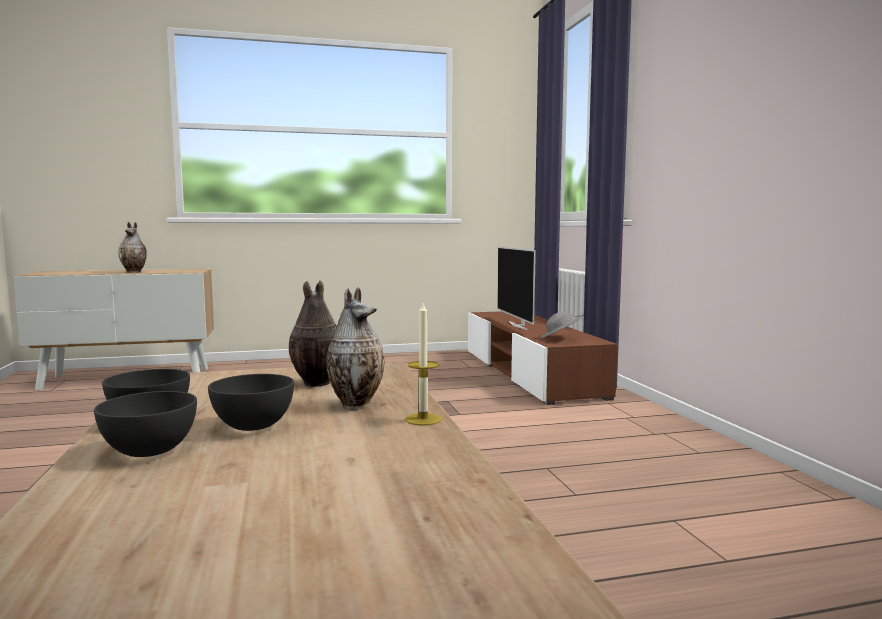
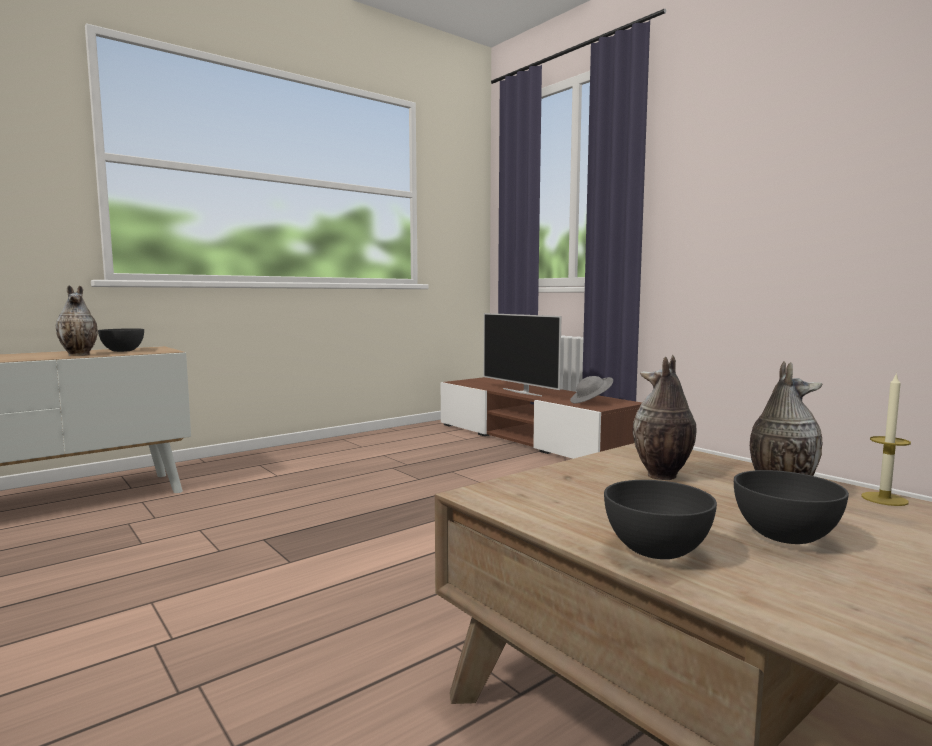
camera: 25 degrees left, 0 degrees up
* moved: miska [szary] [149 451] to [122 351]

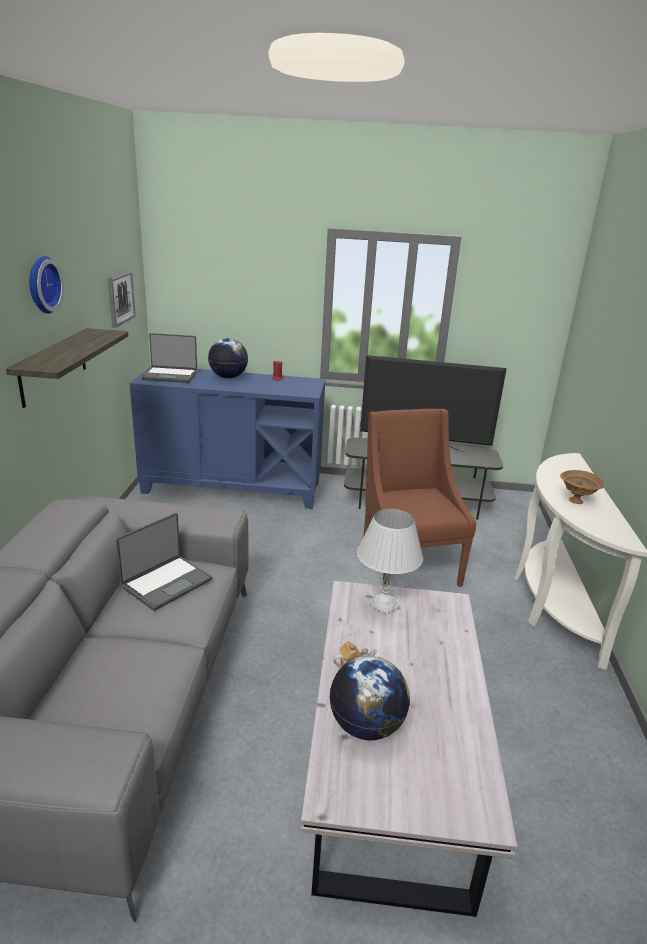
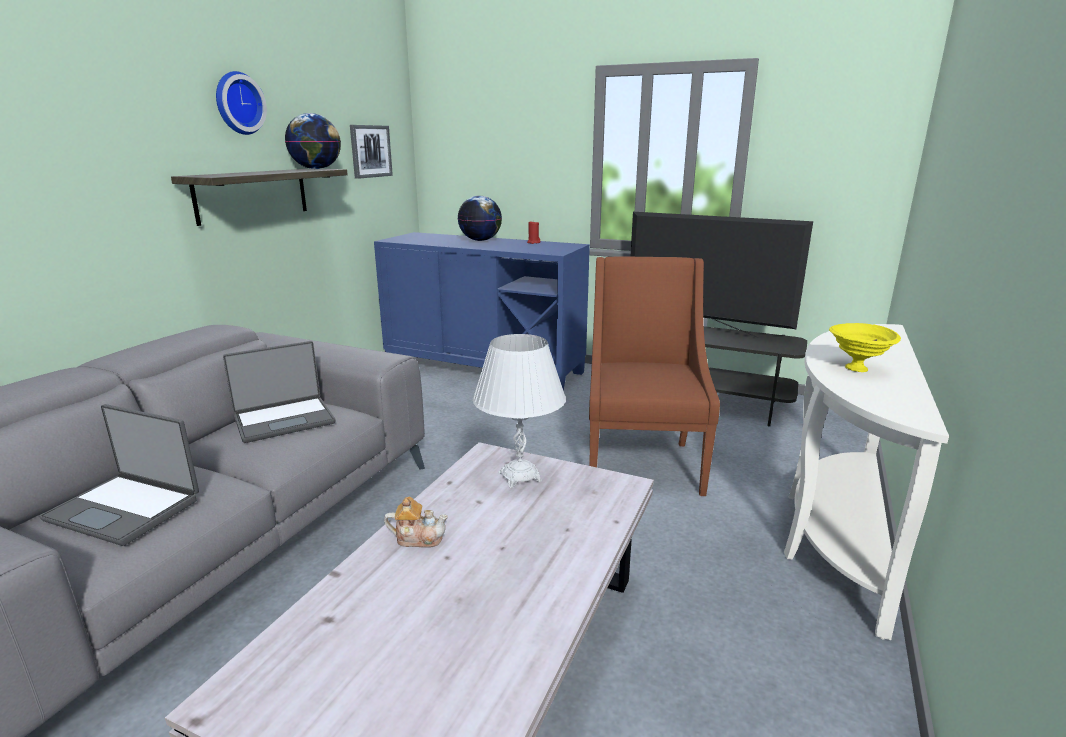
camera: 20 degrees right, 5 degrees down
* moved: laptop [170 376] to [126 508]
* moved: globus [366 726] to [316 169]
* recoloured: miska [brązowy] [577 501] to miska [żółty] [858 369]

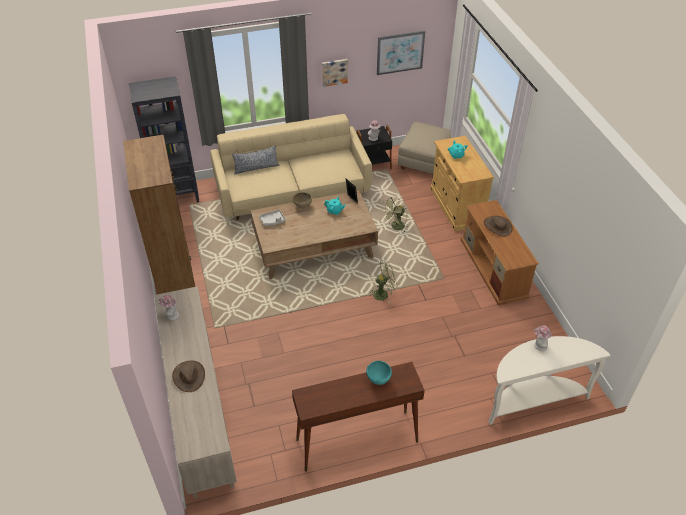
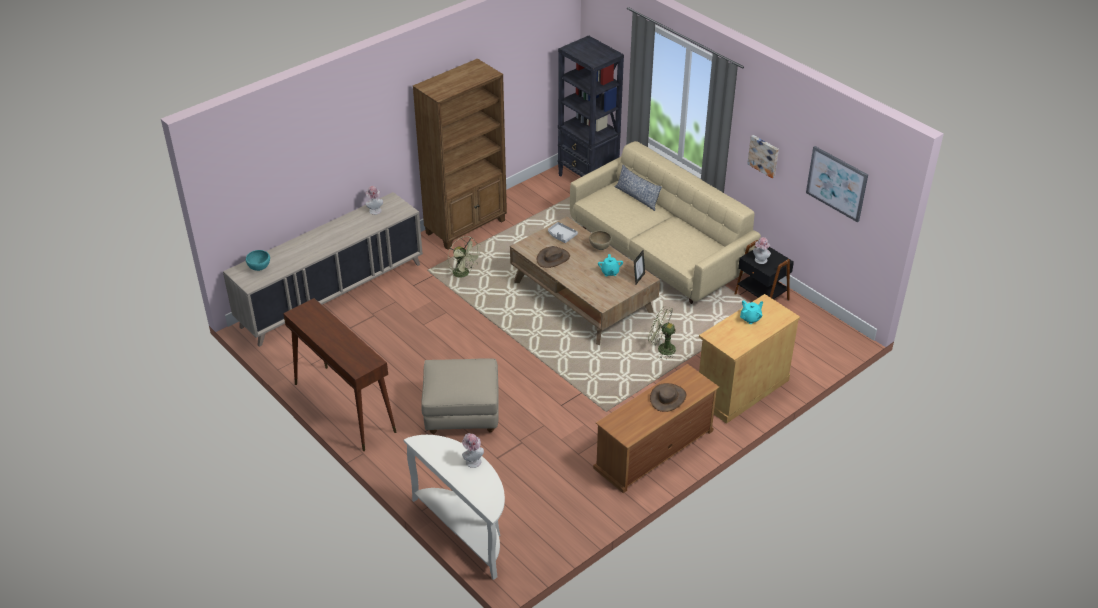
camera: 65 degrees right, 5 degrees down
* moved: miska [turkusowy] [378 379] to [259 268]
* moved: pufa [beżowy] [424 163] to [461 414]
* moved: wentylator [zielony] [383 293] to [464 274]
* moved: kapelusz [brązowy] [189 376] to [553 258]

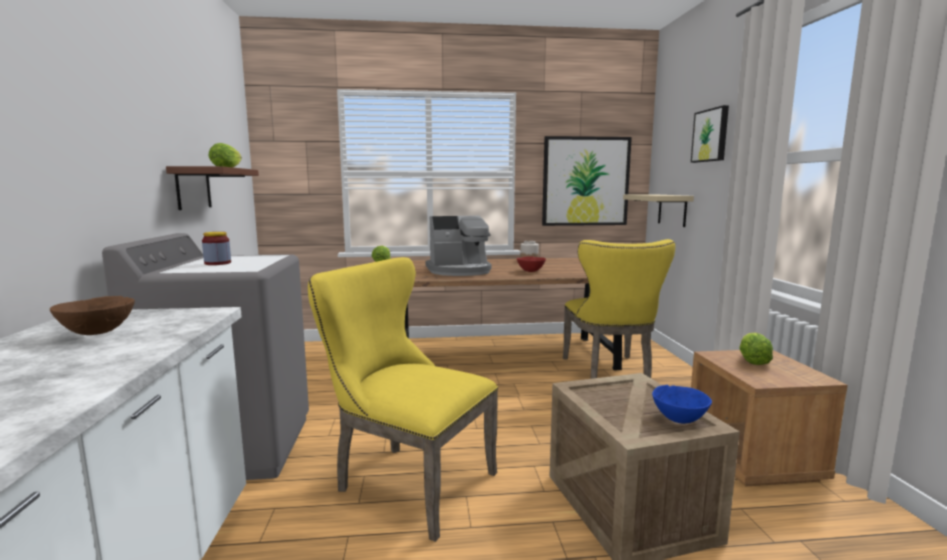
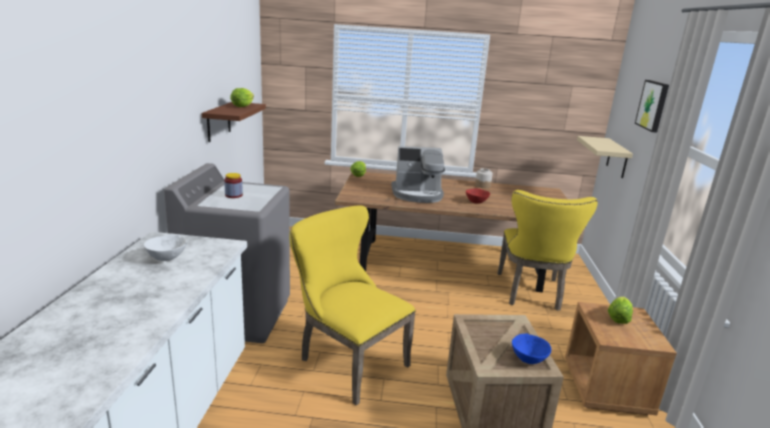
camera: 10 degrees right, 10 degrees up
* recoloured: miska [brązowy] [98 333] to miska [biały] [167 259]
* removed: obraz [585 181]

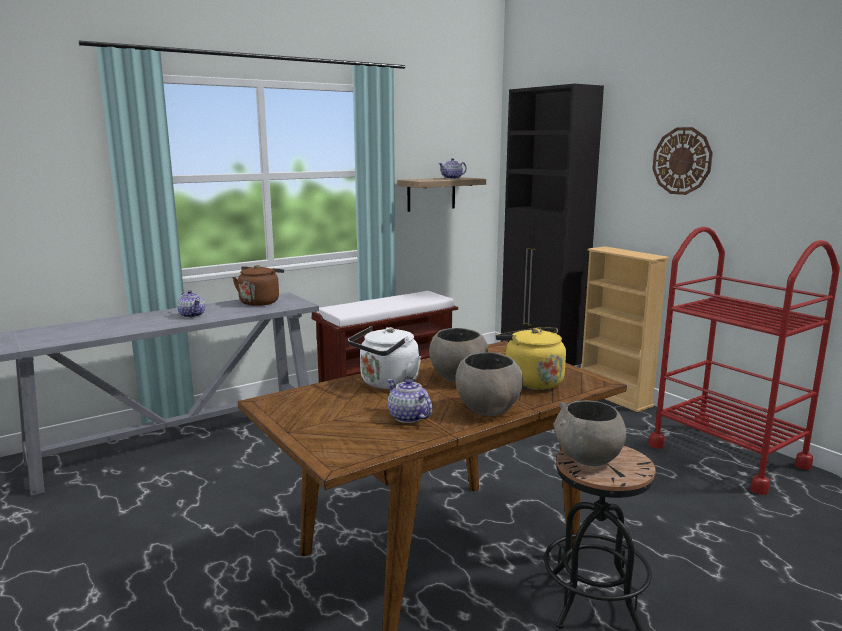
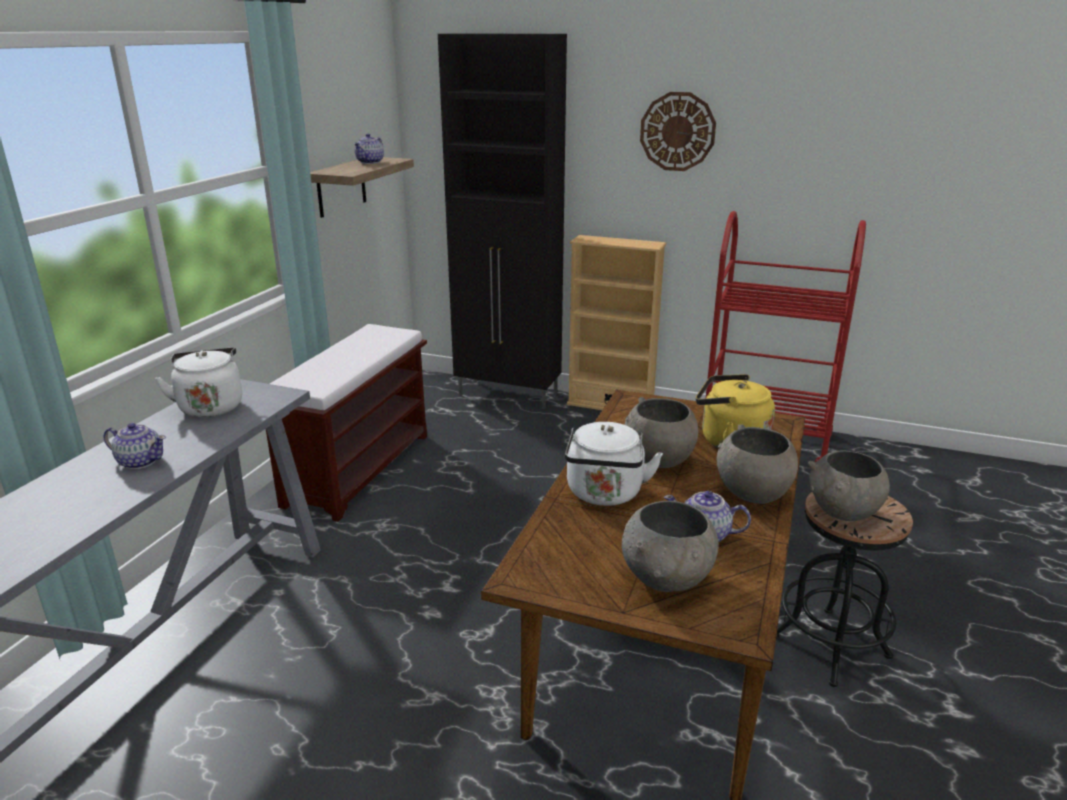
camera: 35 degrees left, 10 degrees up
* recoloured: czajnik [brązowy] [260 302] to czajnik [biały] [210 406]
* added: miska [szary] [667 579]

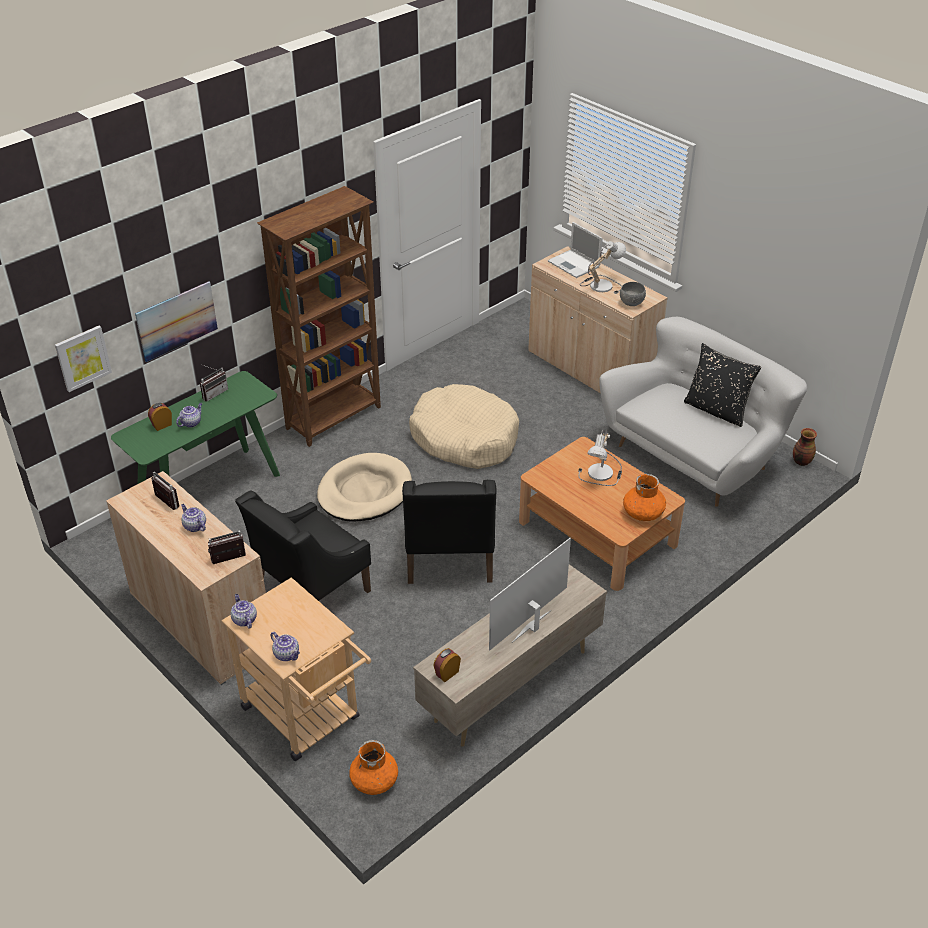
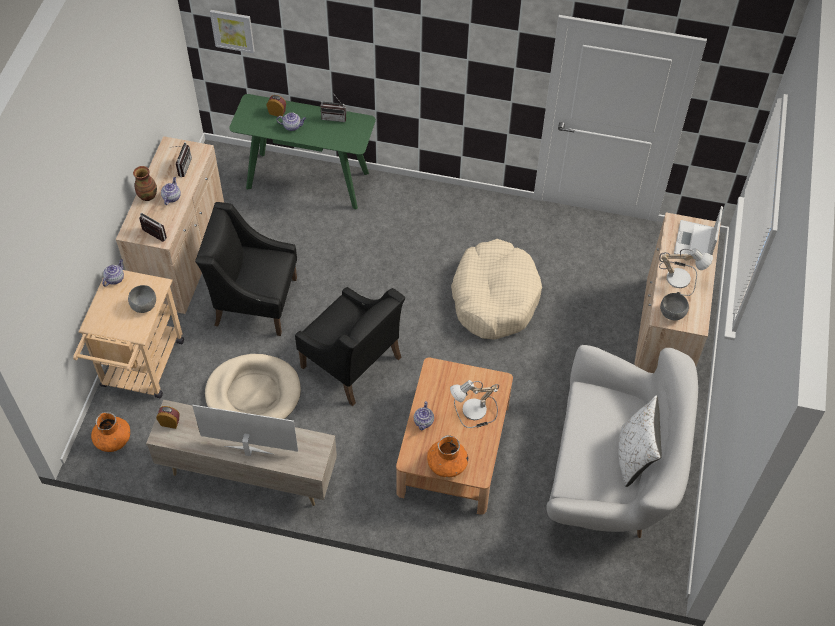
camera: 55 degrees right, 15 degrees up
* added: miska [szary] [144 305]
* moved: wazon [801 461] to [147 195]
* moved: legowisko [beżowy] [364 491] to [253 393]
* turned: fotel [czarny] [449 556] = [351 363] 105 degrees counterclockwise
* moved: imbryk [287 654] to [423 422]
* recoloured: poduszka [czarny] [716 410] to poduszka [biały] [634 456]
* removed: obraz [177 321]
* removed: regał [brązowy] [335 418]

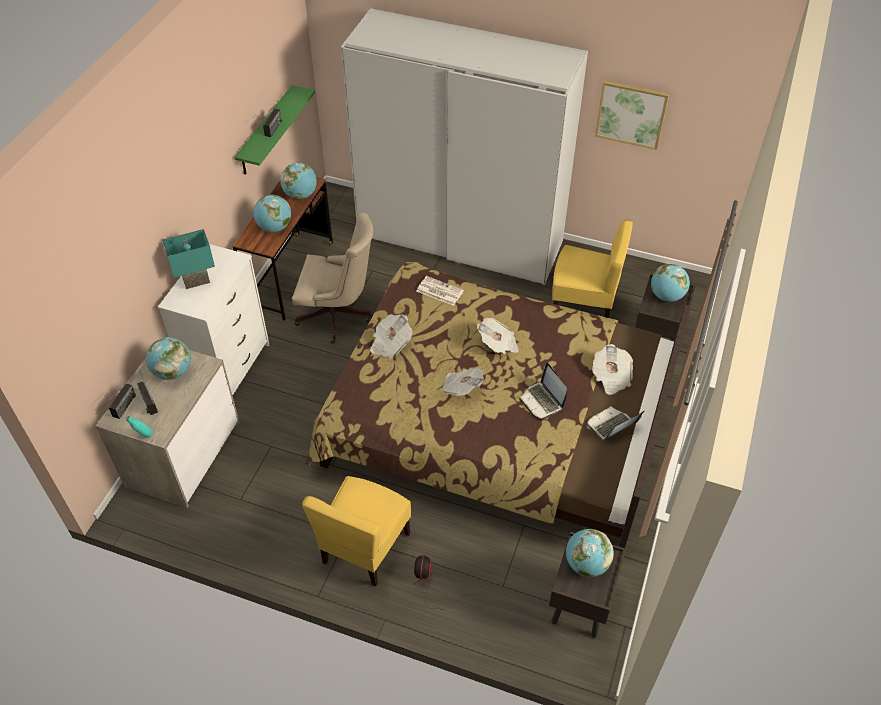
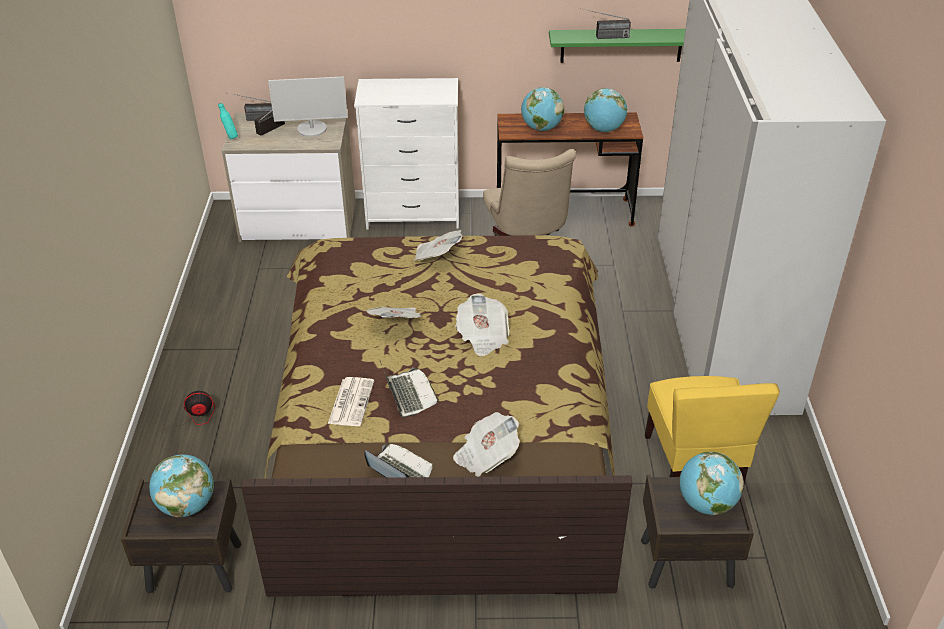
camera: 70 degrees right, 10 degrees down
* replaced: globus [173 372] to monitor [312 129]
* moved: gazeta [439 291] to [351 401]
* turned: laptop [542 401] = [408 394] 120 degrees clockwise
* removed: lampa stołowa [turkusowy] [196 282]
* removed: krzesło [żółty] [364 548]
* removed: obraz [631 114]

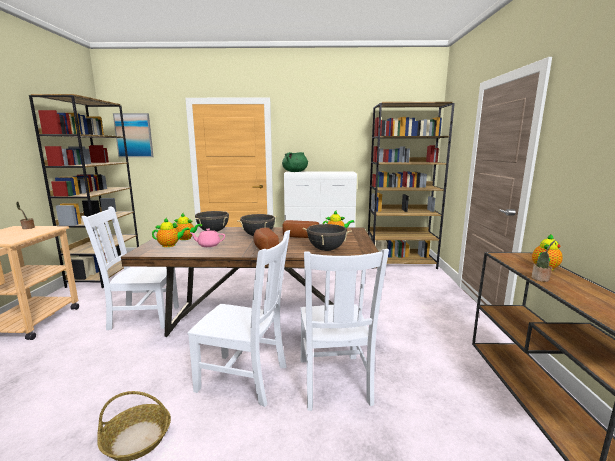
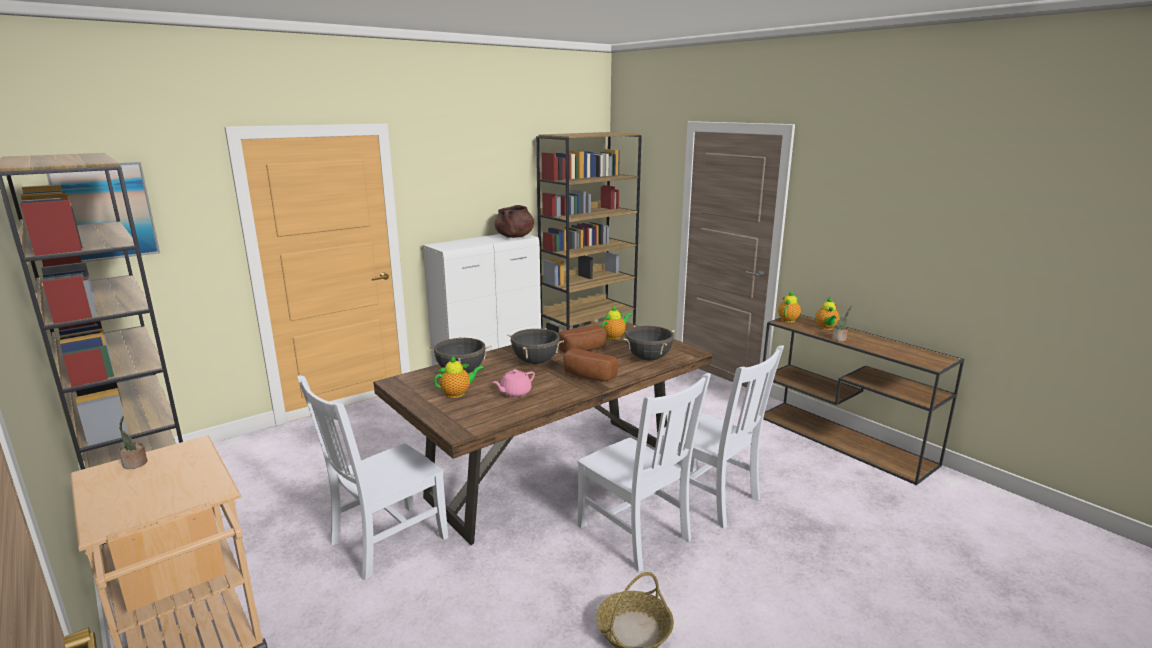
camera: 40 degrees left, 5 degrees up
* added: garnek [brązowy] [514 236]
* turned: krzesło [biały] [245 379] = [636 535] 75 degrees clockwise
* moved: imbryk [170 245] to [788 320]
* removed: garnek [zielony] [295 172]

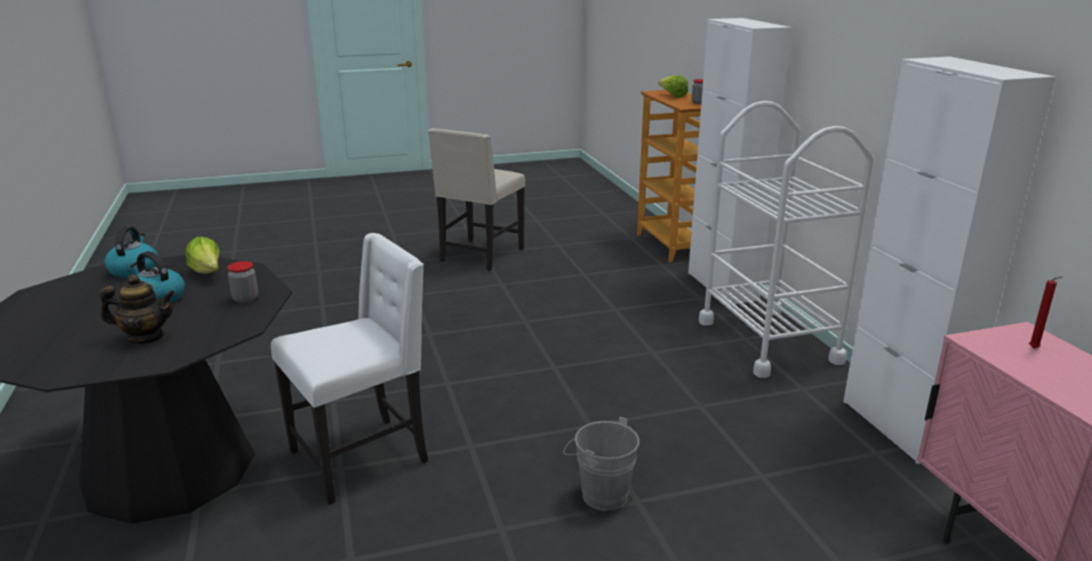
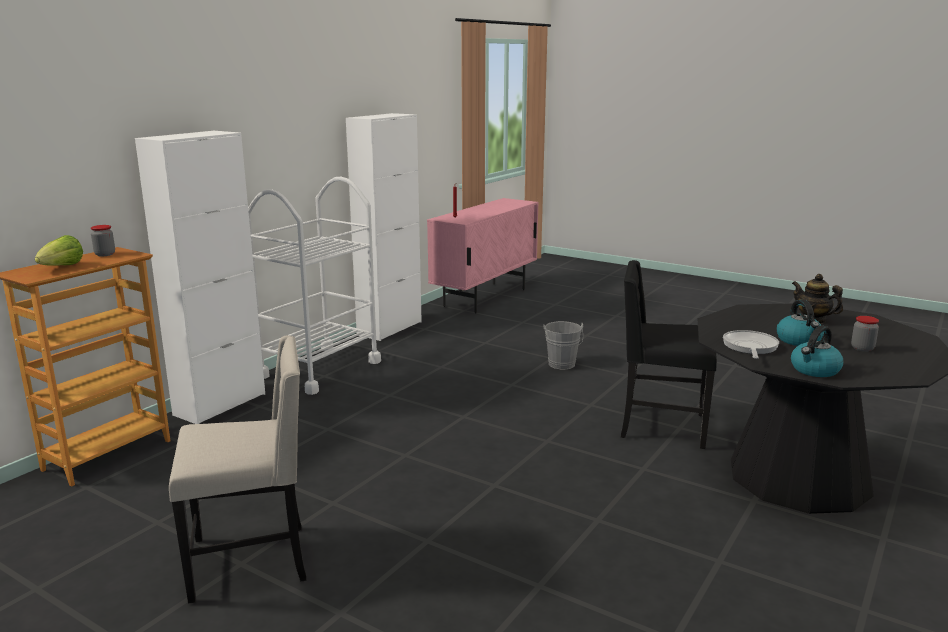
camera: 130 degrees left, 5 degrees down
* recoloured: krzesło [biały] [362 457] to krzesło [czarny] [660 427]
* replaced: sałata [208 273] to patelnia [749 347]
* moved: słoik [245 299] to [862 348]

